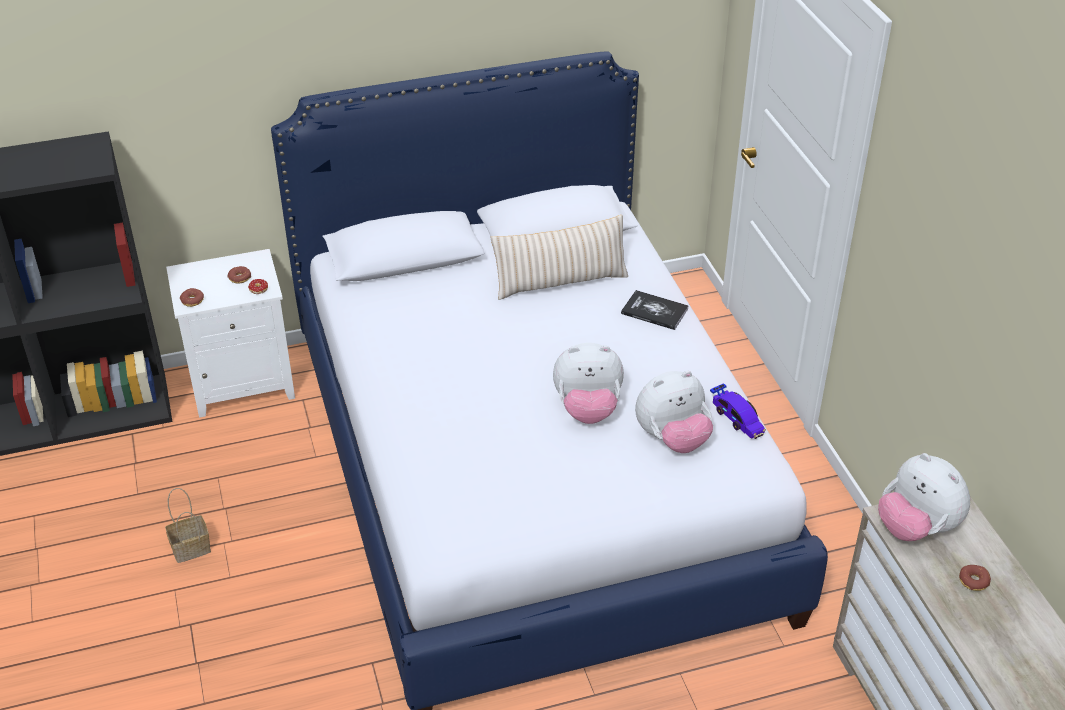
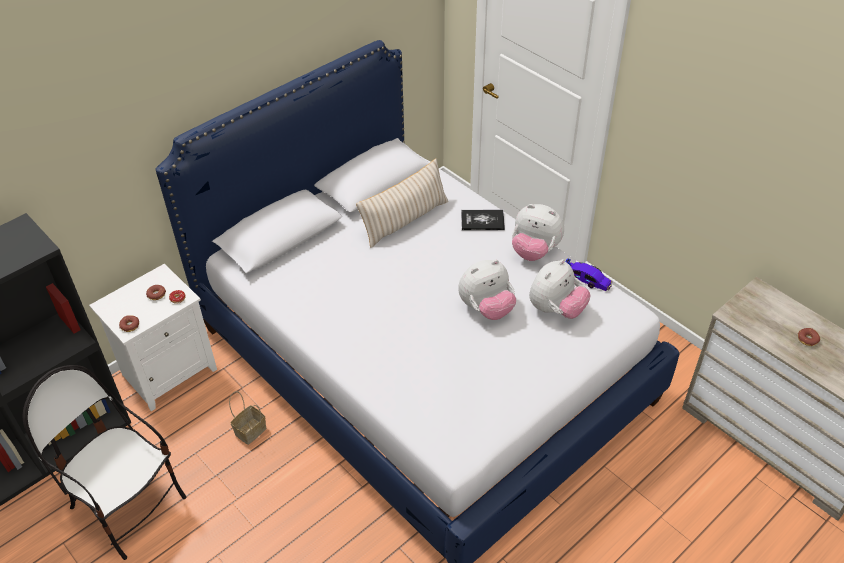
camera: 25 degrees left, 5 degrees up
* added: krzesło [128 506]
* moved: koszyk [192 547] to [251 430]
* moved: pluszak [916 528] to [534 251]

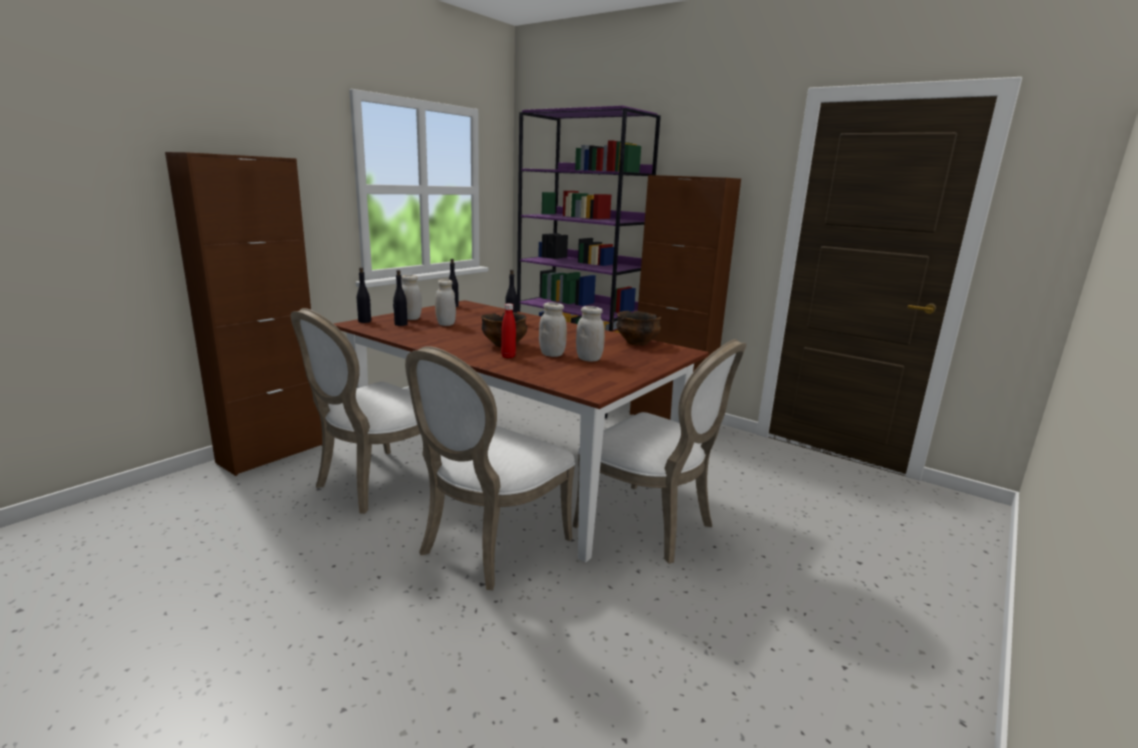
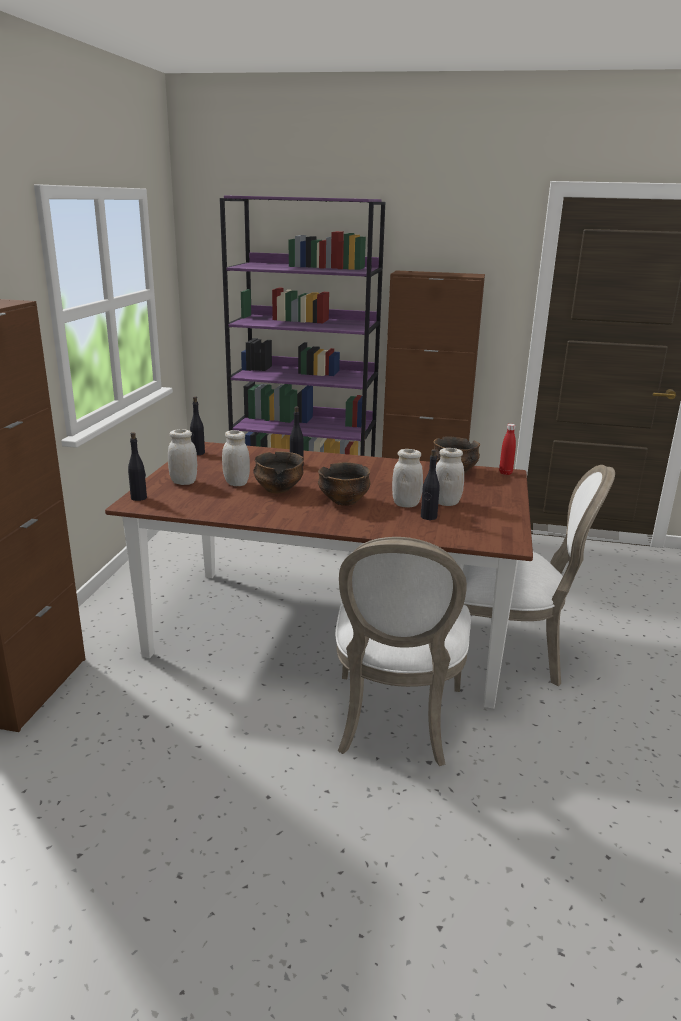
camera: 25 degrees left, 5 degrees up
* added: miska [278 490]
* moved: butelka [czarny] [400 324] to [428 517]
* moved: butelka [czerwony] [508 356] to [505 473]
* removed: krzesło [biały] [376 483]

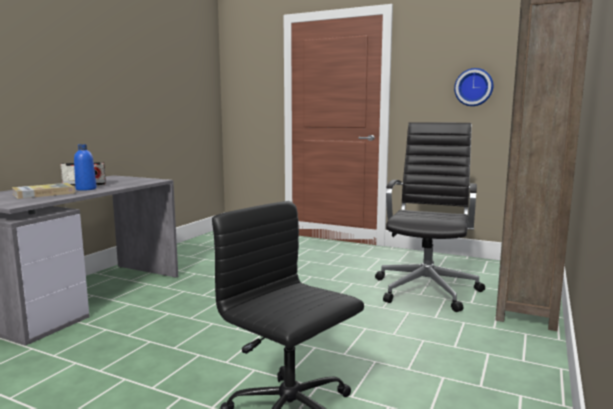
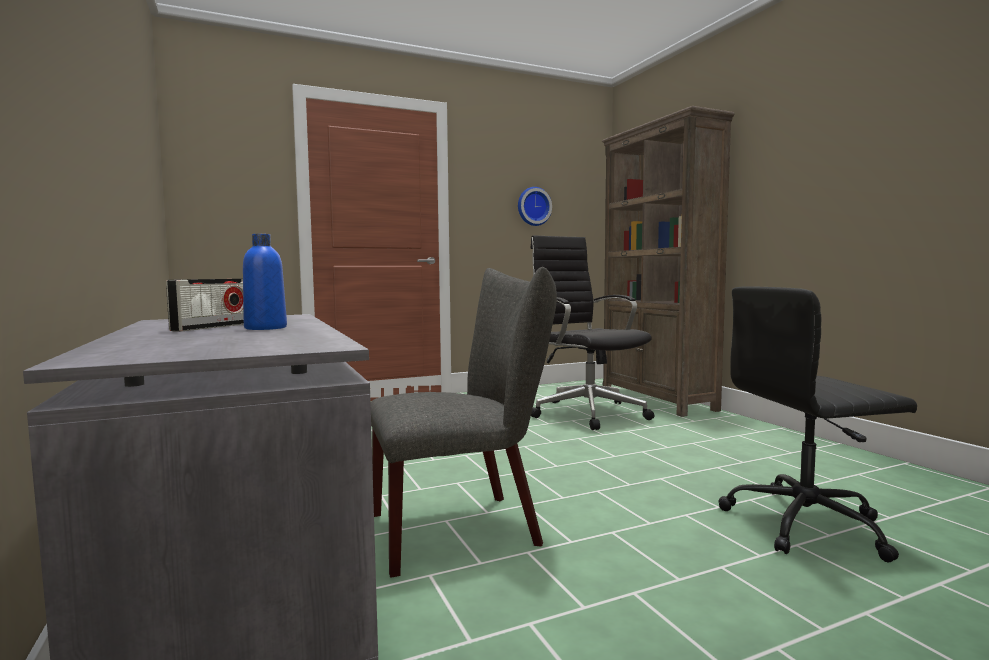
camera: 50 degrees left, 5 degrees down
* added: krzesło [szary] [465 528]
* removed: książka [44 193]

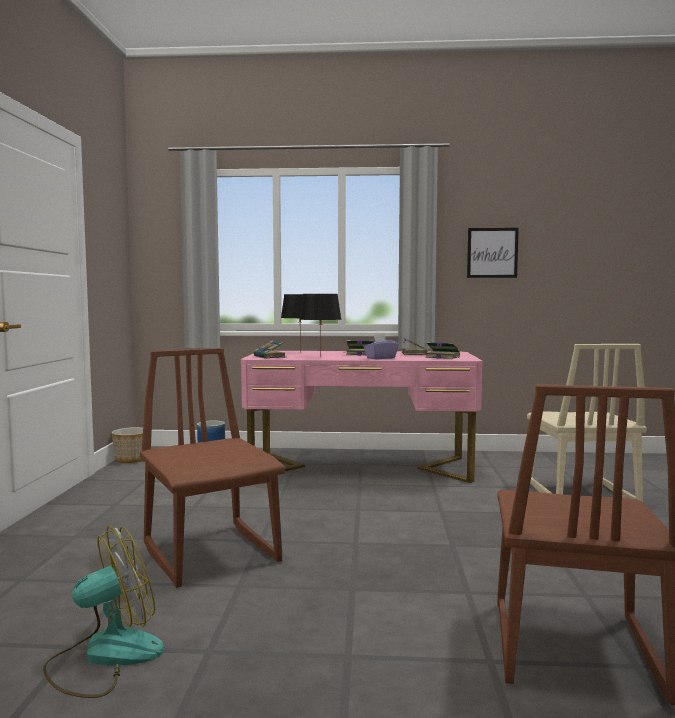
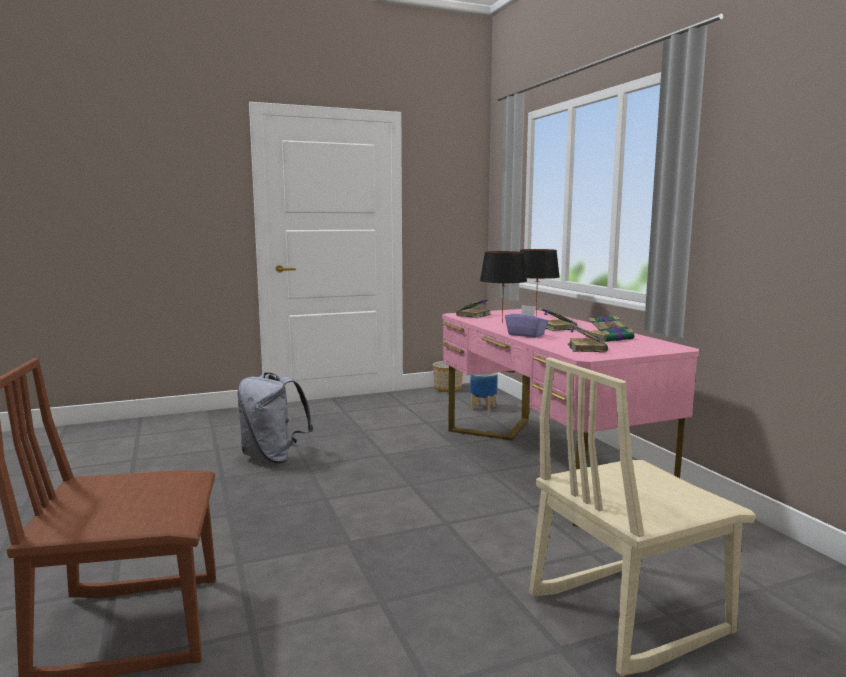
camera: 65 degrees right, 5 degrees up
* replaced: krzesło [brązowy] [212 553] to plecak [szary] [273 458]
* removed: wentylator [105 656]
* removed: obraz [492 253]

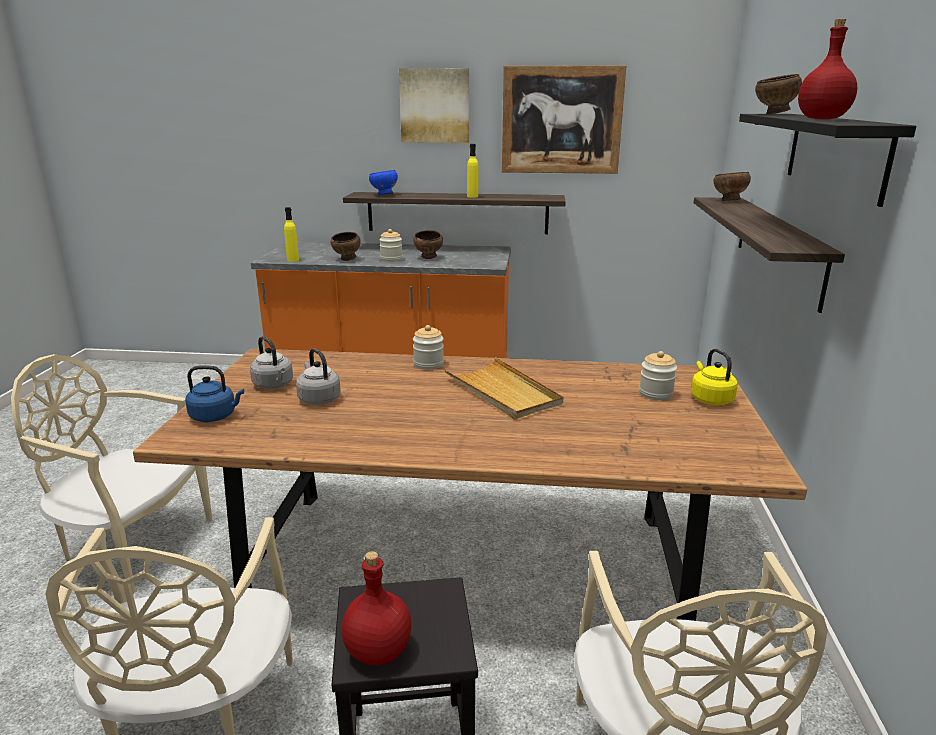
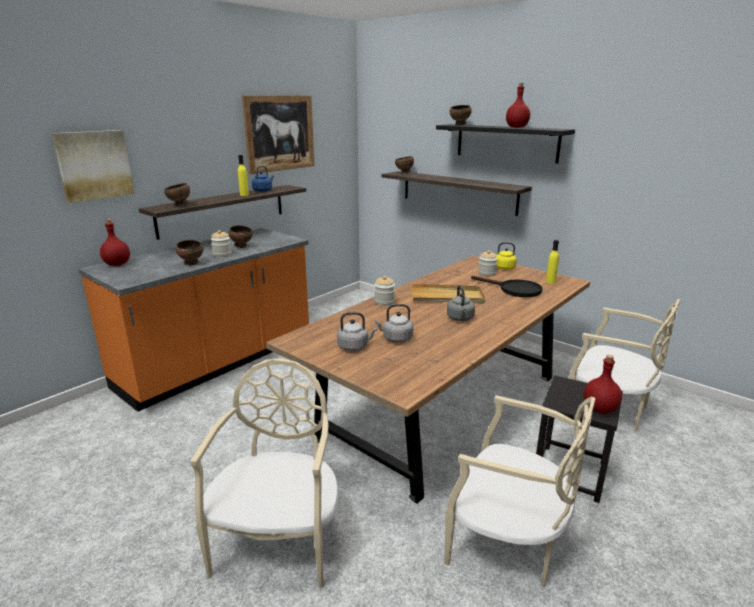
camera: 55 degrees left, 0 degrees up
* moved: obraz [435 105] to [94 165]
* added: butelka [czerwony] [118 264]
* recoloured: miska [niebieski] [384 195] to miska [brązowy] [179 205]
* turned: krzesło [beżowy] [132 544] = [279 541] 135 degrees clockwise
* moved: czajnik [niebieski] [215 416] to [263 190]
* added: czajnik [szary] [460 319]
* added: patelnia [czarny] [514 290]
* moved: butelka [żółty] [293 260] to [550 282]

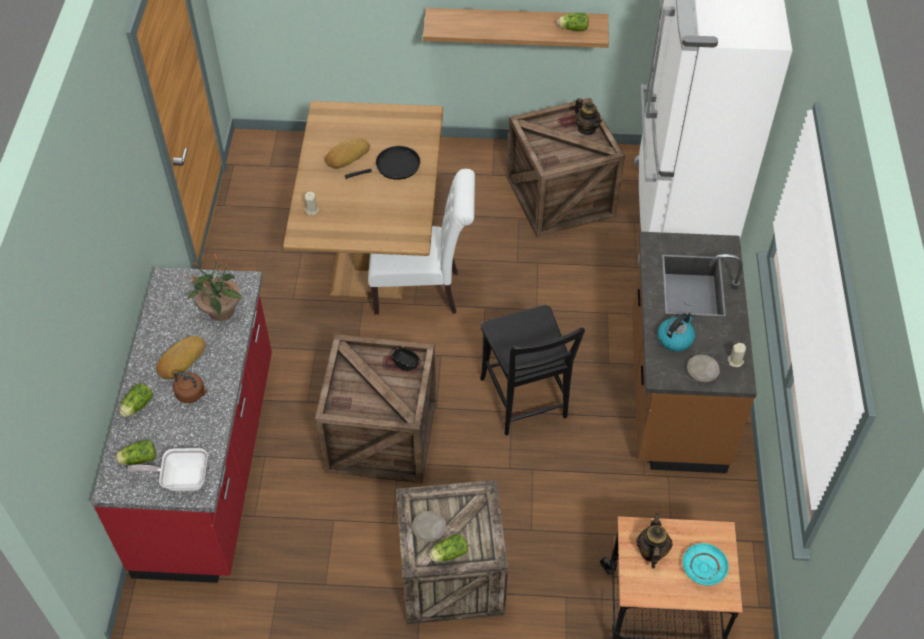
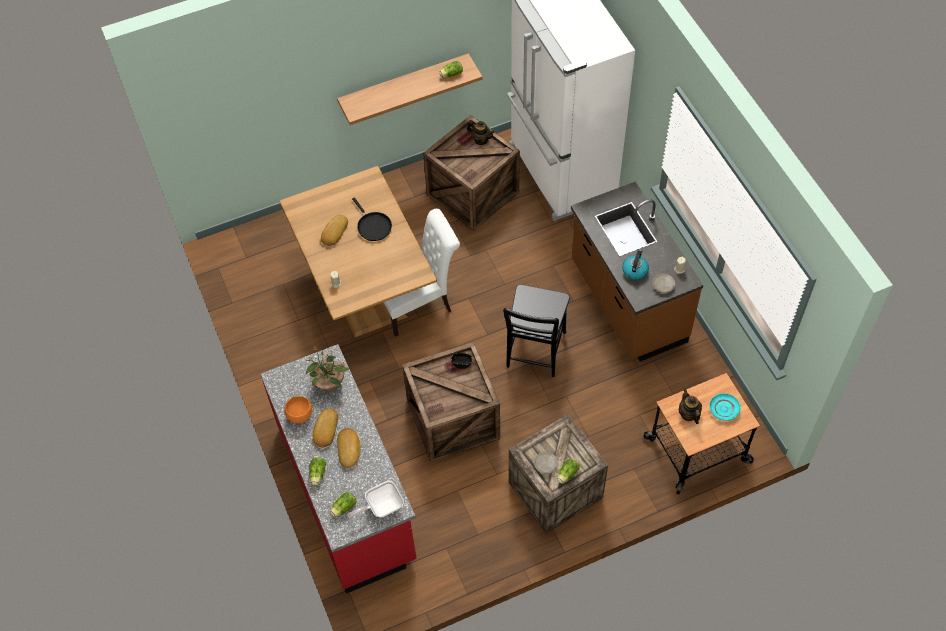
camera: 25 degrees left, 5 degrees up
* added: miska [pomarańczowy] [300 414]
* replaced: czajnik [brązowy] [192 394] to chleb [349 449]
* turned: patelnia [czarny] [394 166] = [373 226] 105 degrees clockwise
* turned: krzesło [czarny] [525 402] = [535 353] 60 degrees clockwise

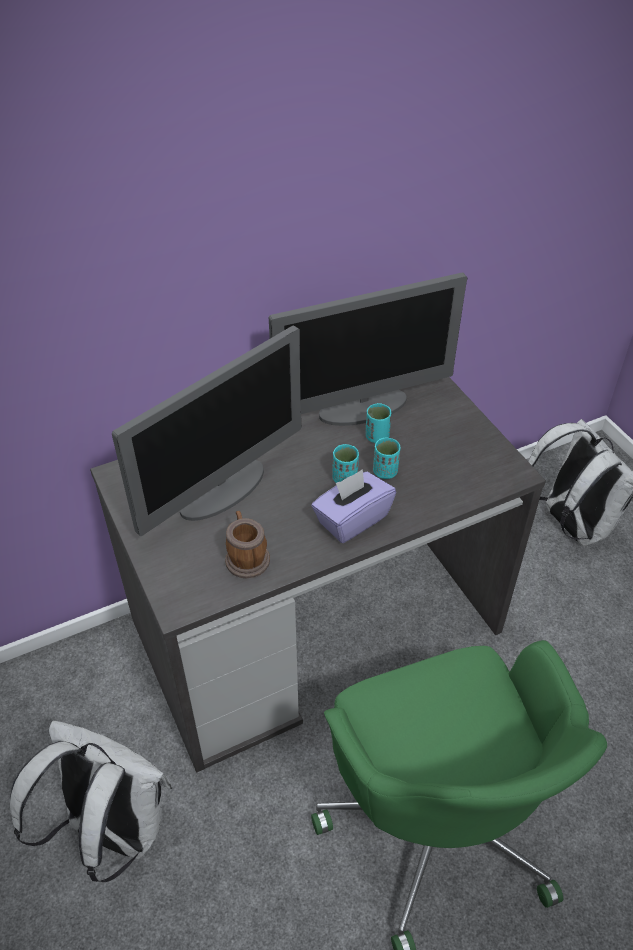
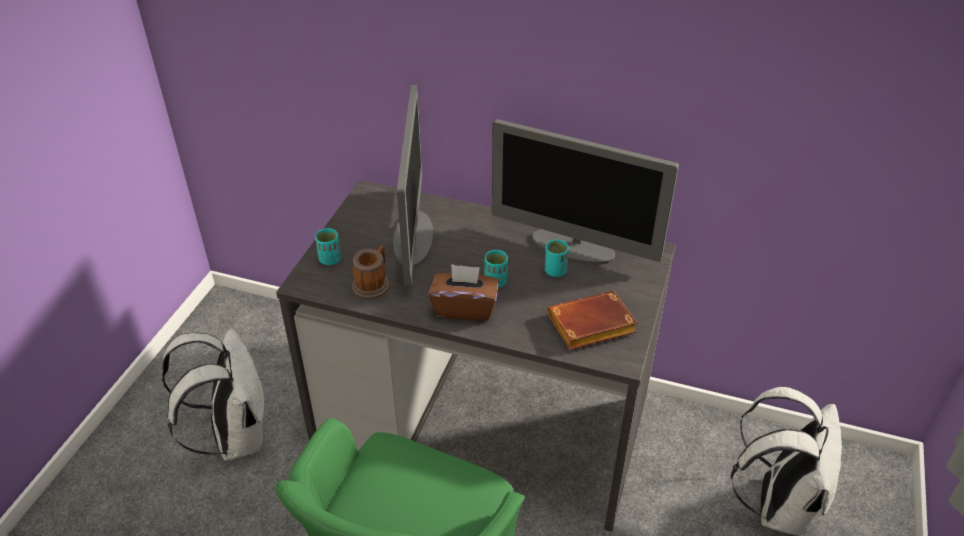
camera: 45 degrees right, 5 degrees down
* moved: filiżanka [turkusowy] [385 472] to [330 259]
* turned: monitor [223 490] = [413 238] 90 degrees counterclockwise
* recoloured: pudełko chusteczek [fioletowy] [352 519] to pudełko chusteczek [brązowy] [464 308]
* added: książka [brązowy] [590 327]

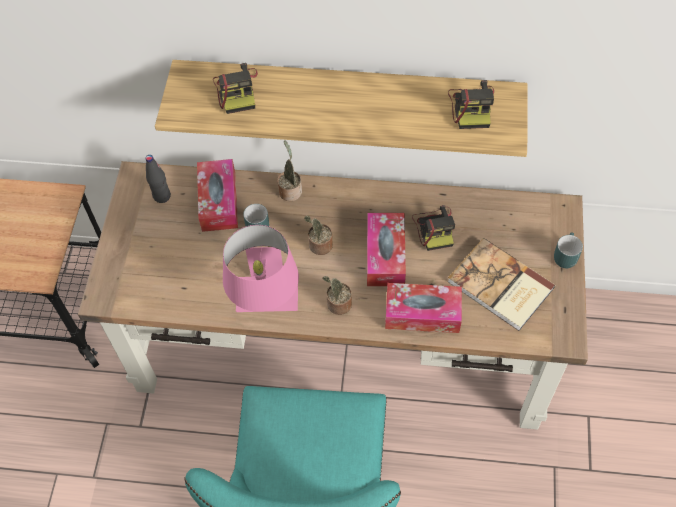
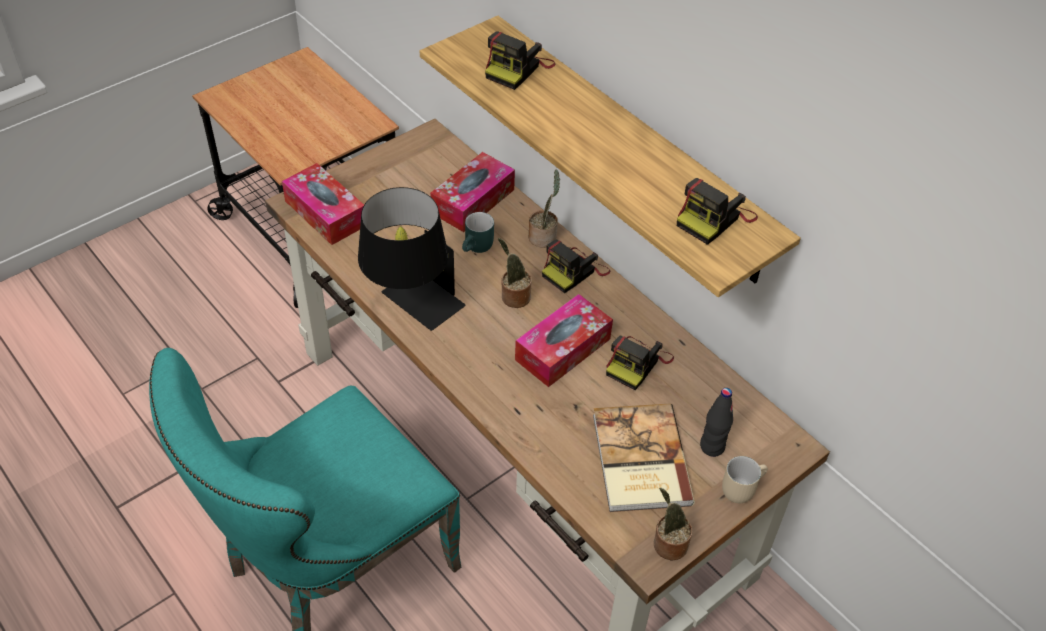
camera: 40 degrees right, 10 degrees down
* moved: pudełko chusteczek [422 313] to [325 213]
* recoloured: lampa stołowa [różowy] [267 306] to lampa stołowa [czarny] [411 307]
* added: aparat fotograficzny [574 271]
* moved: roślina doniczkowa [337 304] to [667 544]
* moved: butelka [czarny] [162 196] to [712 447]
* recoloured: kubek [turkusowy] [564 255] to kubek [beżowy] [740 487]

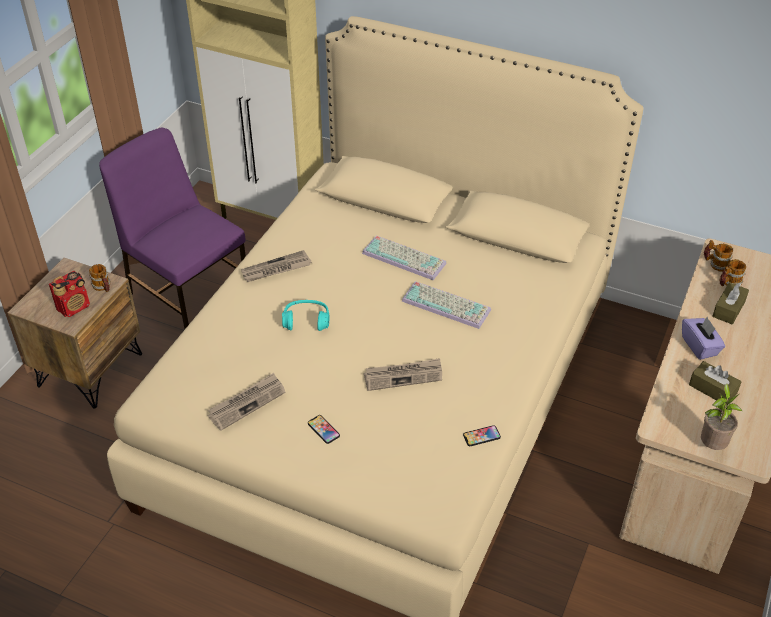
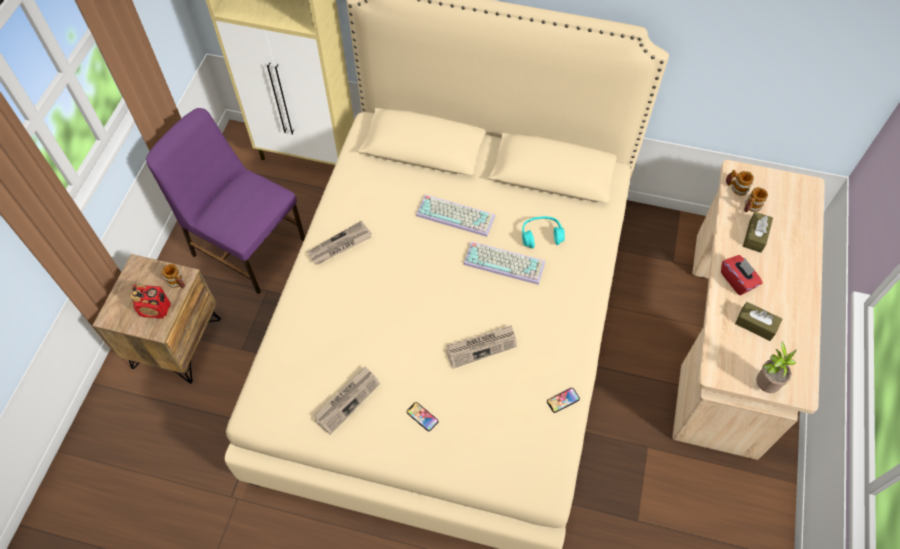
camera: 10 degrees left, 15 degrees up
* turned: radio [74 307] = [156 310] 60 degrees clockwise
* moved: słuchawki [turkusowy] [306 321] to [541 235]
* recoloured: pudełko chusteczek [fioletowy] [700 346] to pudełko chusteczek [czerwony] [737 280]

